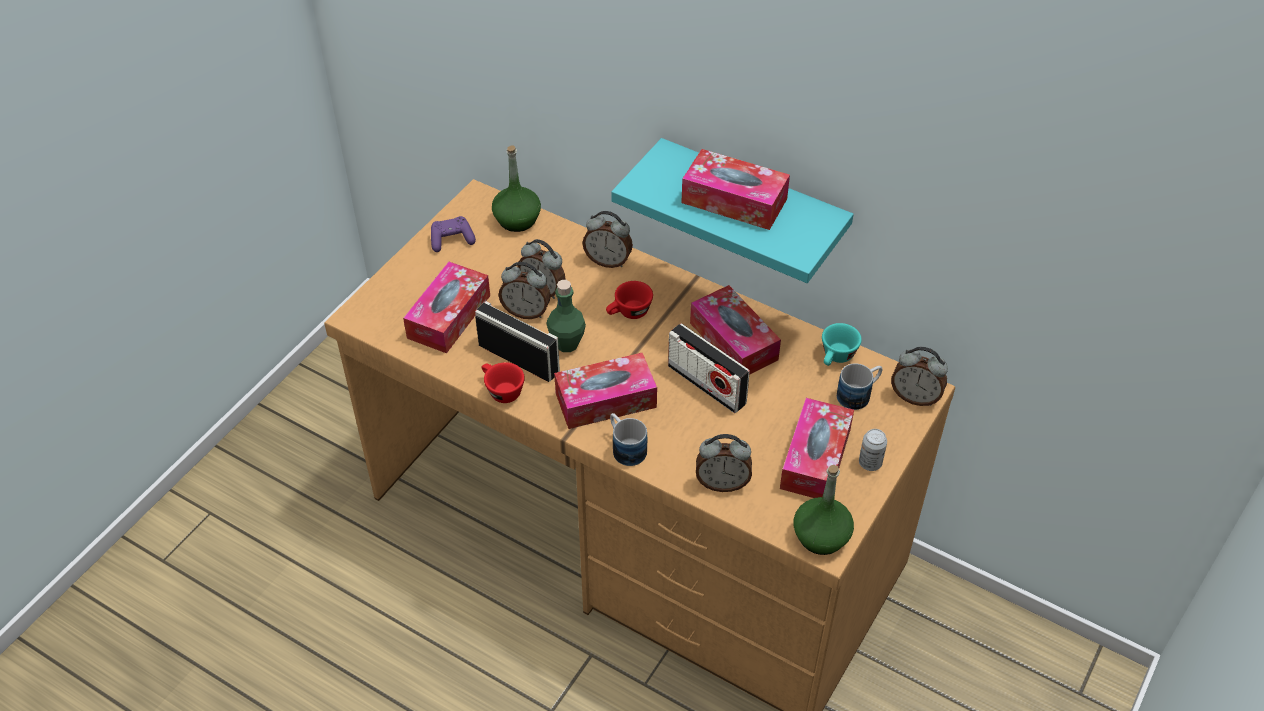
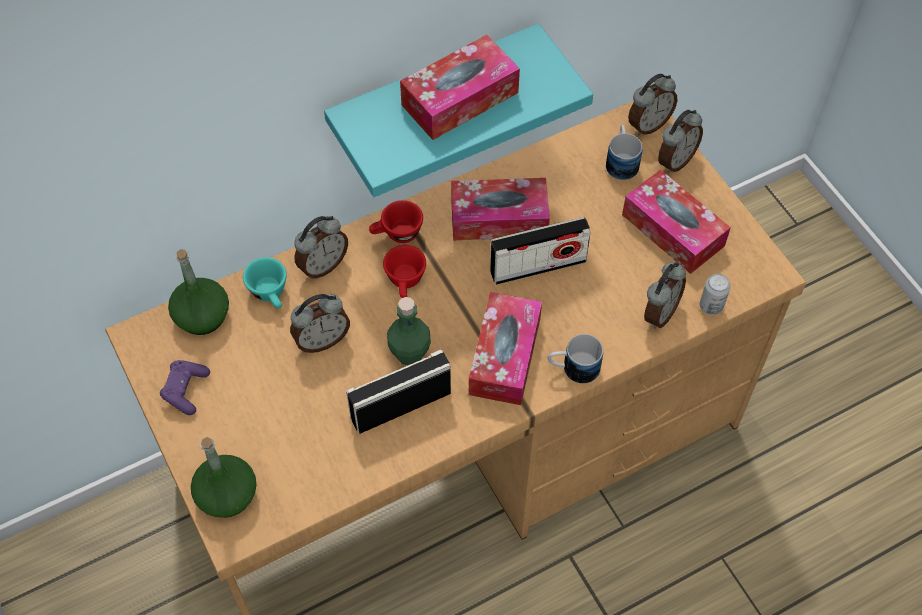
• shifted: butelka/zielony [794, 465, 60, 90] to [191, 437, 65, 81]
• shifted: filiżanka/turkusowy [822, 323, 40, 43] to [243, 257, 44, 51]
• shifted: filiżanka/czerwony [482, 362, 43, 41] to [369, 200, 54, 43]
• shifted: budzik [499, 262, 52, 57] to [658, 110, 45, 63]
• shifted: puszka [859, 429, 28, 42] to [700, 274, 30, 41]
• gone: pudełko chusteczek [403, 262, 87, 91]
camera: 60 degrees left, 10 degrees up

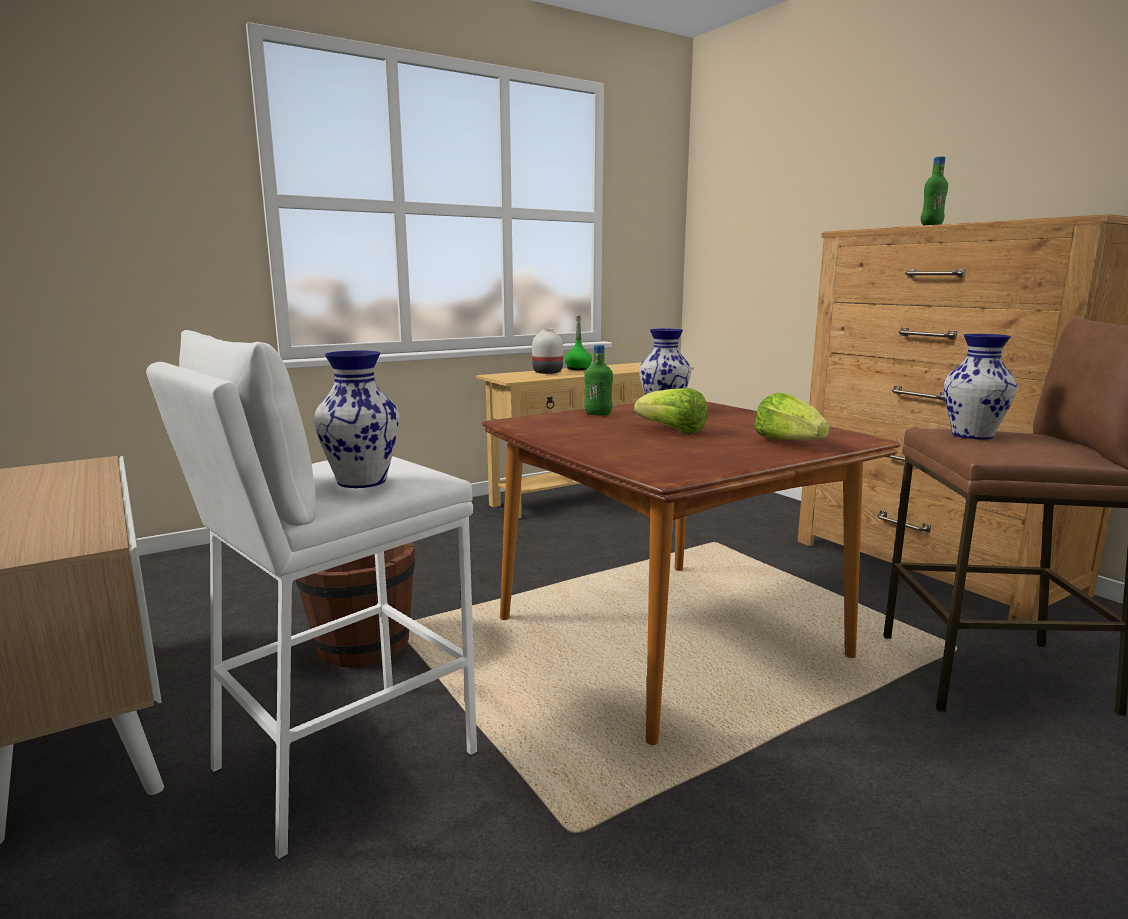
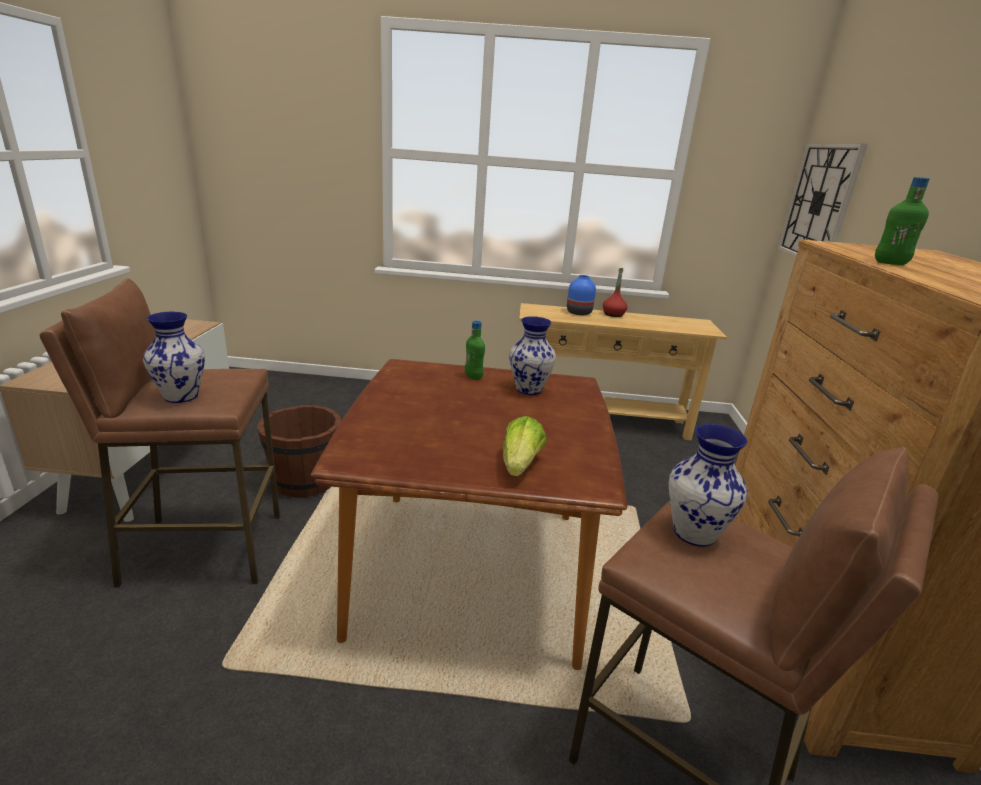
• repainted: stołek/biały [146, 330, 331, 530] to stołek/brązowy [40, 278, 240, 309]
• repainted: wazon/biały [532, 328, 31, 46] to wazon/niebieski [567, 275, 29, 40]
• repainted: butelka/zielony [565, 316, 27, 54] to butelka/czerwony [603, 268, 24, 49]
• new: zegar ścienny [778, 143, 90, 114]
• gone: sałata [634, 388, 74, 45]
camera: 35 degrees right, 10 degrees up

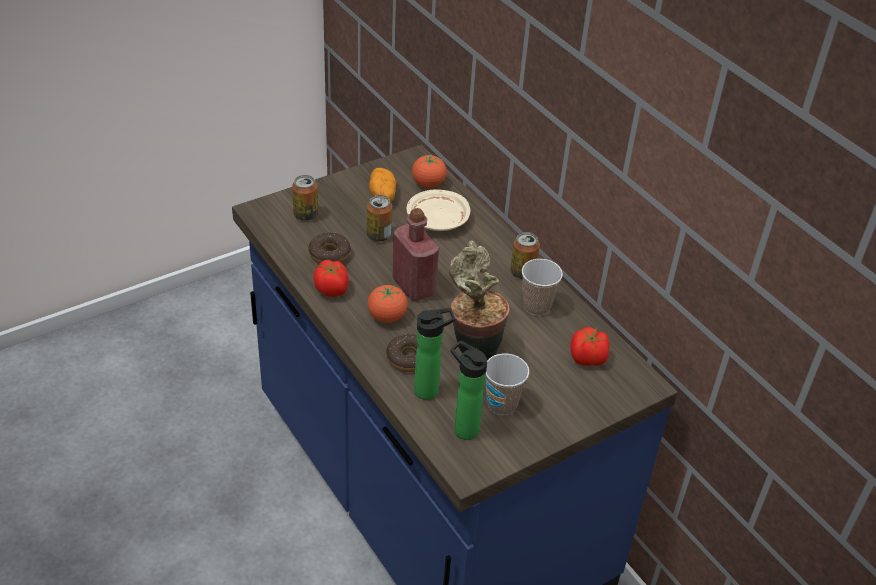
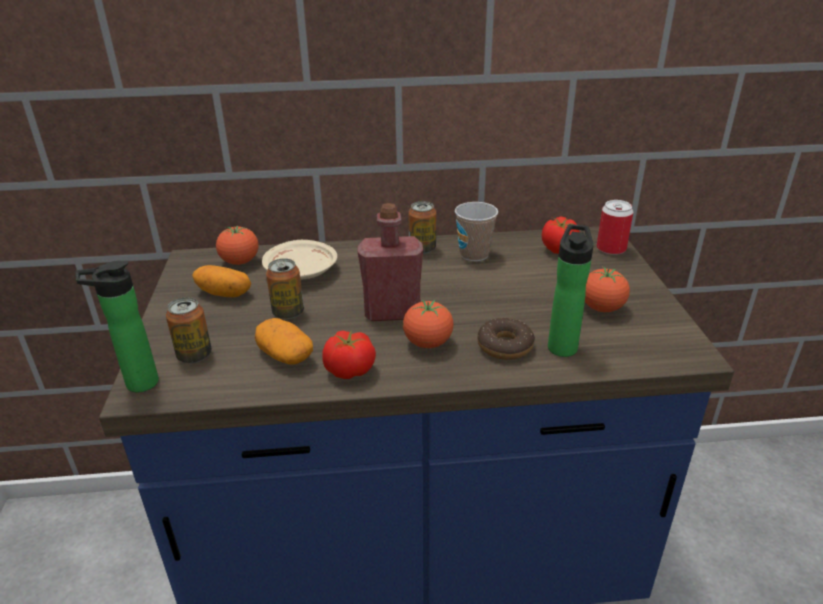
• shifted: butelka [450, 341, 37, 99] to [75, 261, 84, 131]
• swapped: donut [308, 233, 43, 31] to ziemniak [255, 318, 58, 47]
• swapped: filiżanka [485, 353, 44, 62] to pomidor [585, 267, 45, 45]
• new: puszka [597, 200, 36, 55]
• gone: roślina doniczkowa [449, 240, 61, 120]
camera: 60 degrees left, 10 degrees down

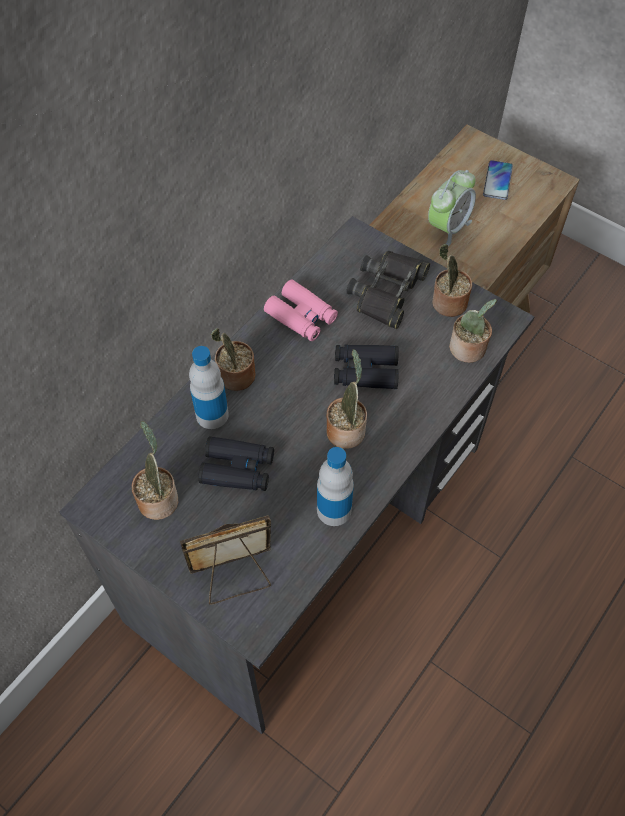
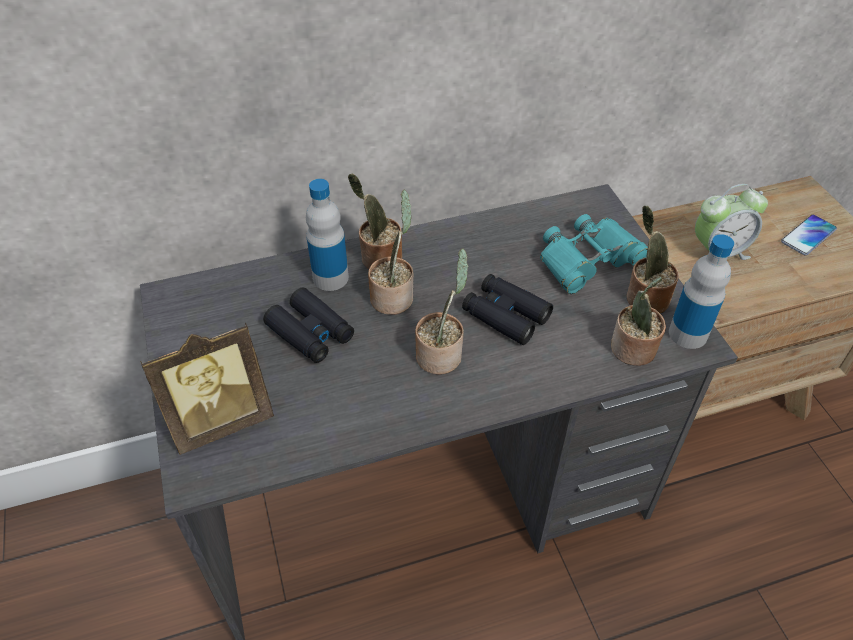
• rotated: ramka na zdjęcie [180, 515, 91, 90] = [140, 323, 134, 132] 135 degrees clockwise
• shifted: roślina doniczkowa [132, 421, 47, 99] to [368, 190, 45, 125]
• repainted: lornetka/czarny [346, 251, 84, 78] to lornetka/turkusowy [540, 214, 108, 80]
• shifted: butelka [317, 447, 37, 79] to [669, 234, 65, 115]
• gone: lornetka/różowy [264, 280, 74, 61]
camera: 35 degrees right, 10 degrees down

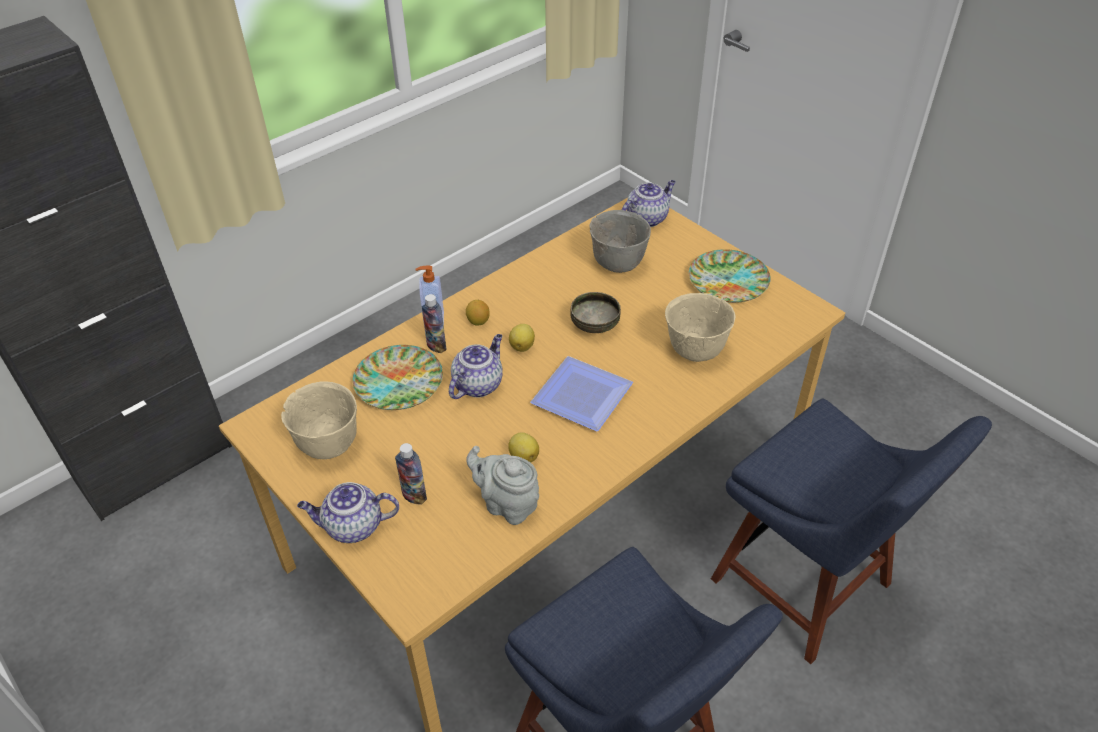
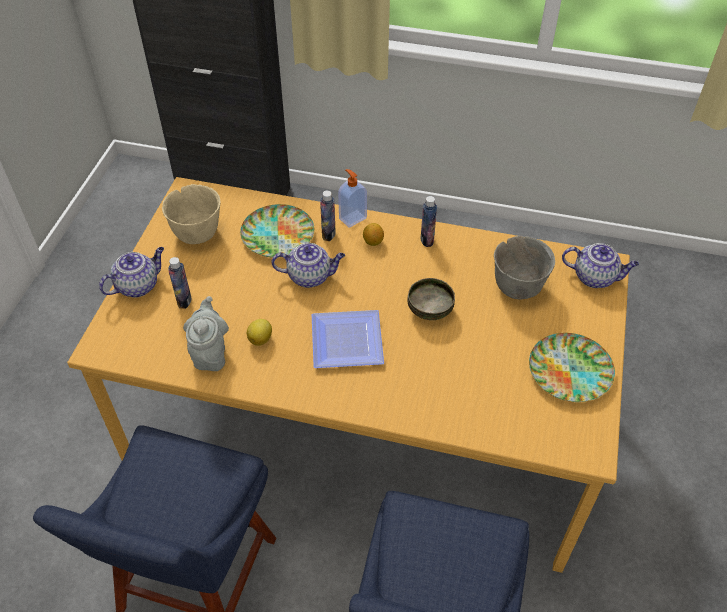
• rotated: imbryk [297, 482, 102, 61] = [99, 247, 65, 51] 90 degrees clockwise
• new: butelka [421, 196, 16, 51]
• gone: cytryna [509, 324, 26, 28]
• gone: miska/beżowy [665, 293, 71, 69]
camera: 55 degrees right, 5 degrees up

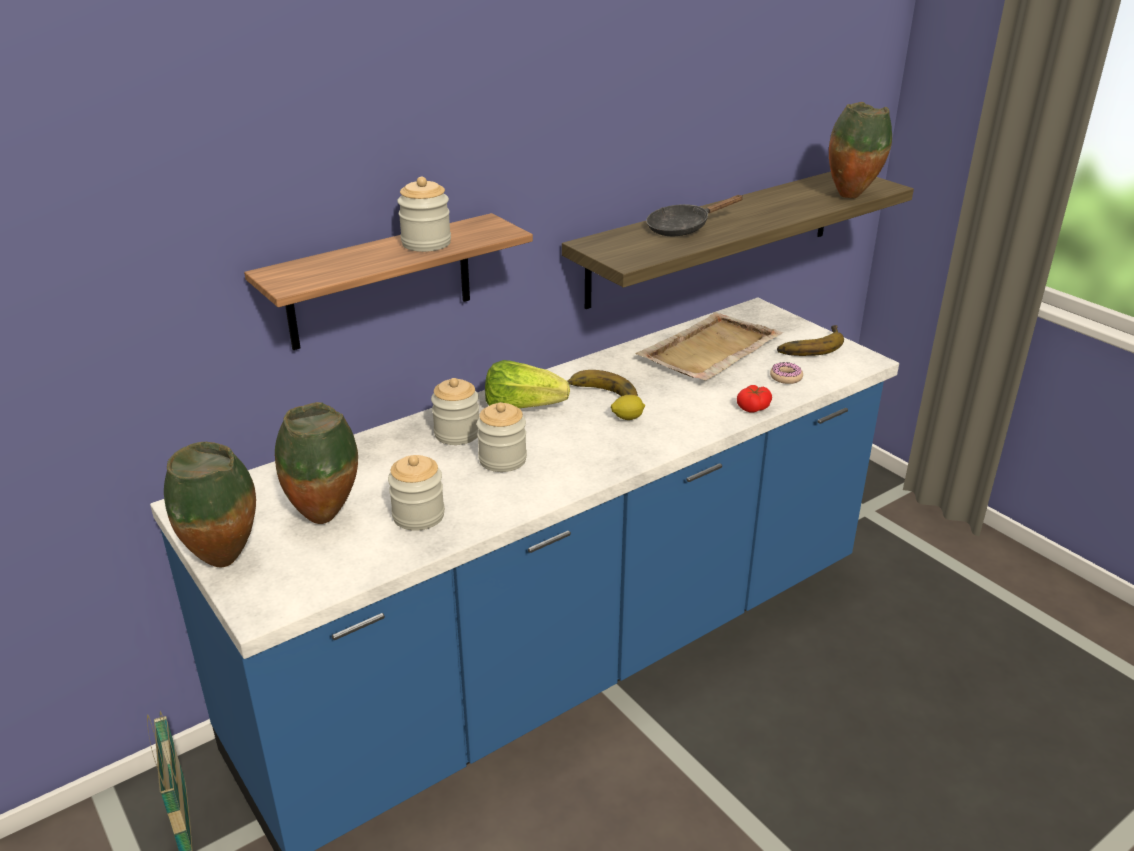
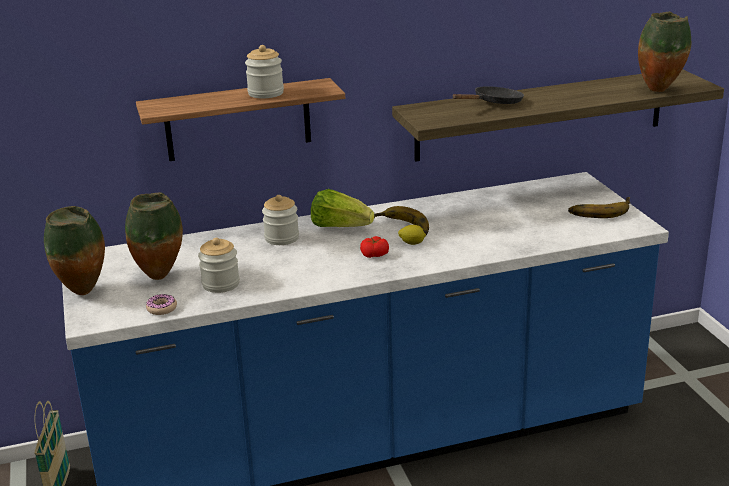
• shifted: donut [770, 362, 33, 22] to [146, 294, 31, 21]
• shifted: pomidor [737, 385, 35, 27] to [360, 236, 29, 22]
• rotated: patelnia/czarny [646, 195, 97, 41] = [452, 86, 72, 18] 150 degrees clockwise
• gone: słoik [477, 402, 50, 70]
• gone: taca/beżowy [635, 312, 148, 69]
camera: 20 degrees right, 5 degrees down

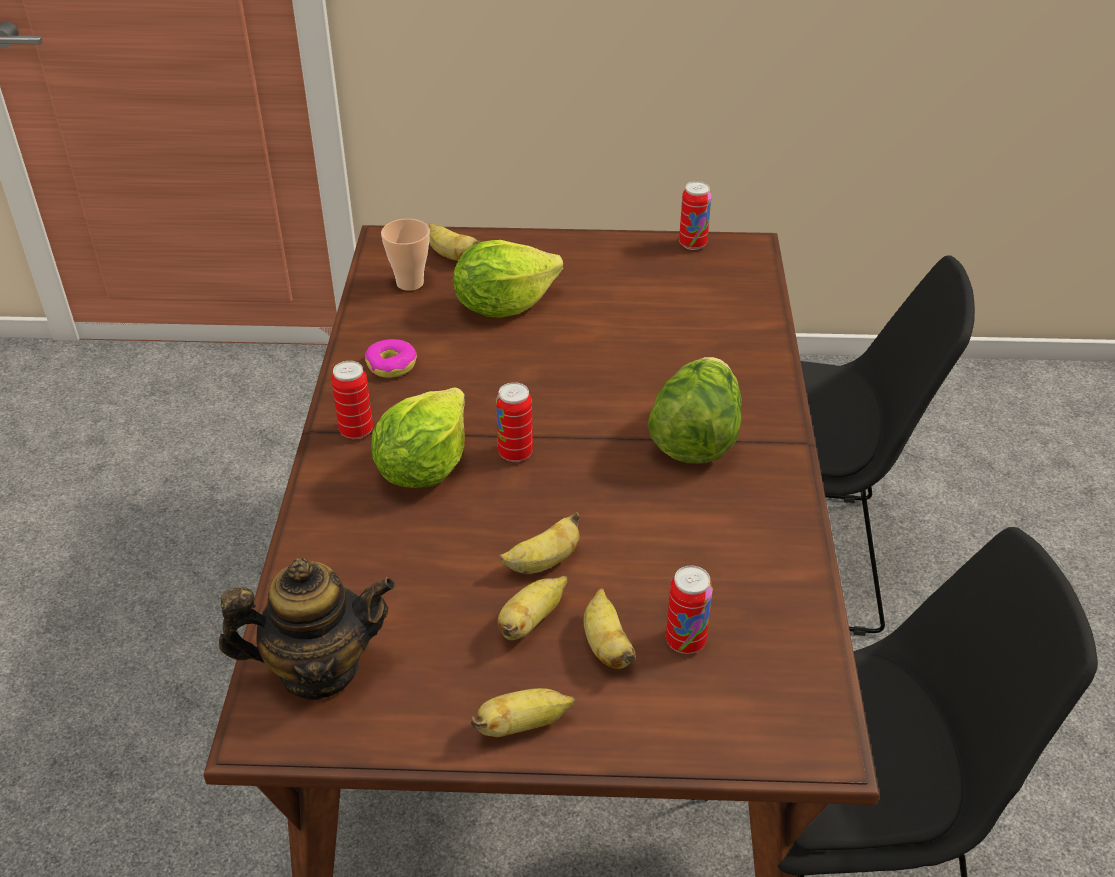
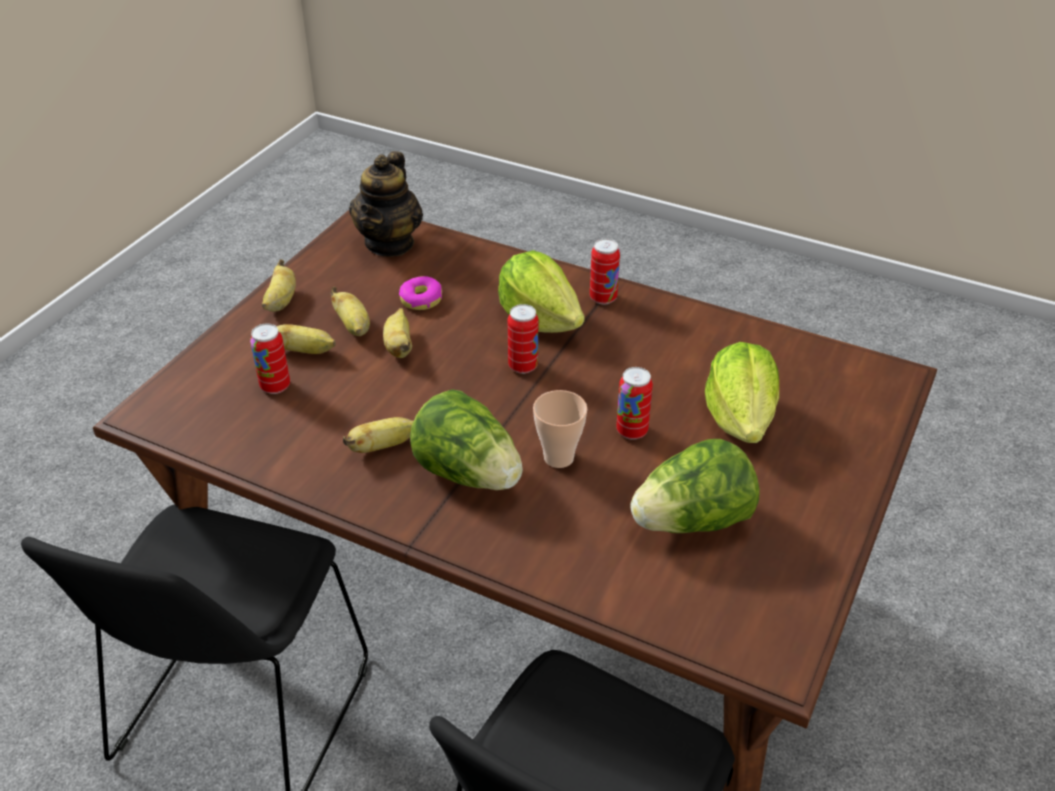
• shifted: banan [429, 223, 52, 38] to [343, 417, 71, 36]
• shifted: donut [365, 339, 52, 39] to [399, 276, 43, 34]
• shifted: filiżanka [381, 219, 49, 72] to [533, 390, 54, 78]
• shifted: puszka [679, 181, 32, 69] to [616, 367, 37, 73]
• new: sałata [630, 439, 130, 94]
camera: 115 degrees right, 0 degrees up

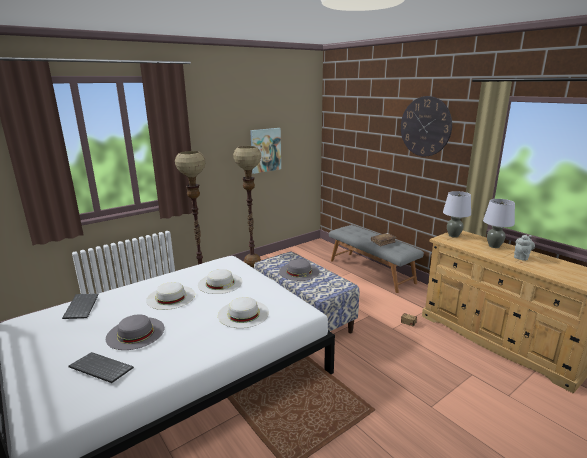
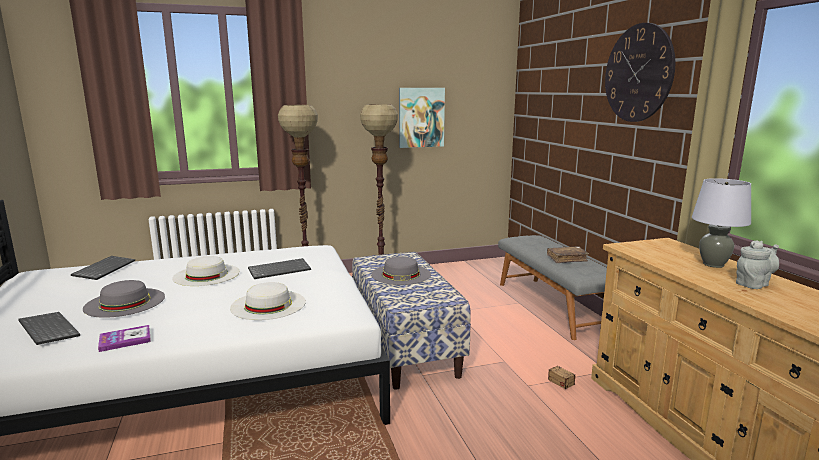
• new: książka [98, 325, 53, 27]
• swapped: kapelusz/biały [198, 269, 44, 25] to klawiatura [248, 258, 63, 21]
• gone: lampa stołowa/szary [443, 191, 28, 47]
camera: 20 degrees right, 5 degrees down

